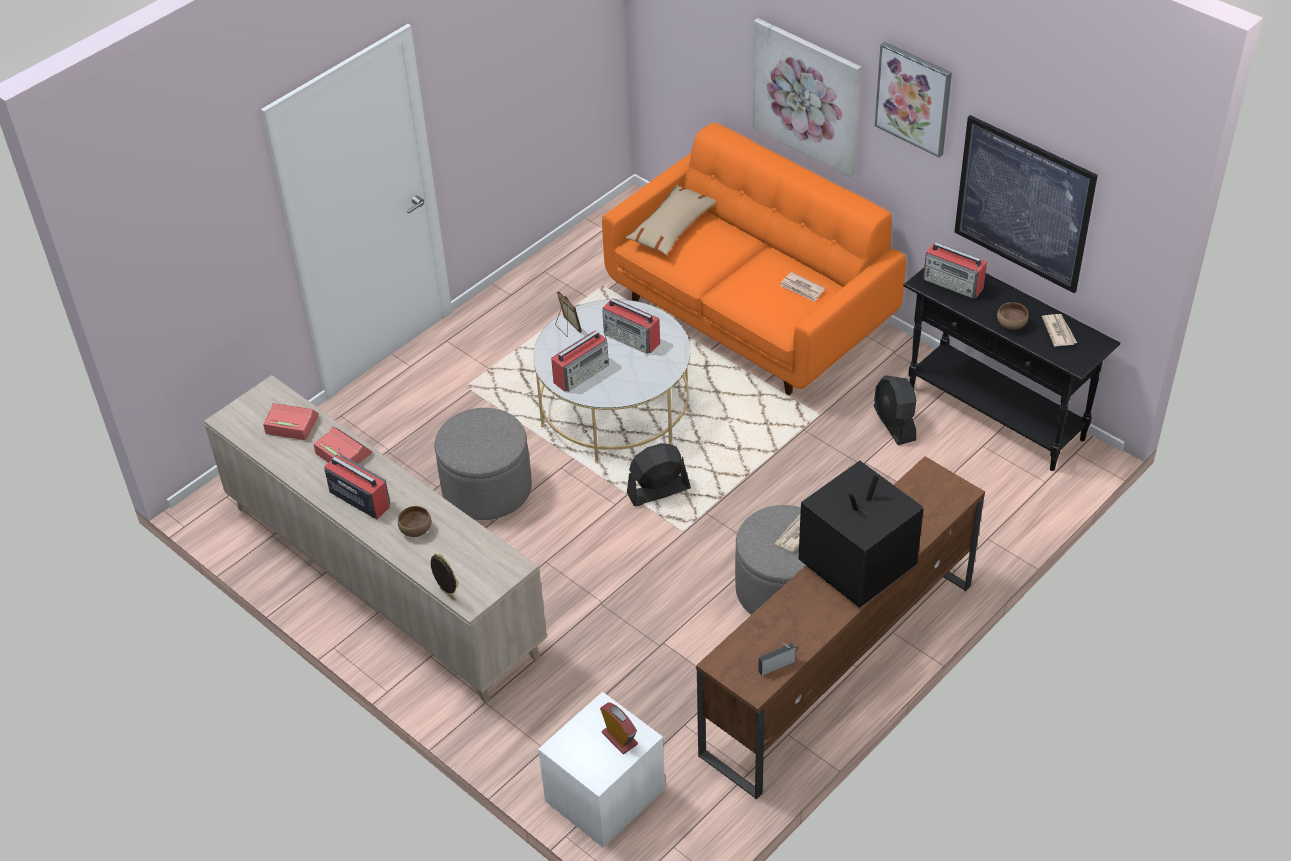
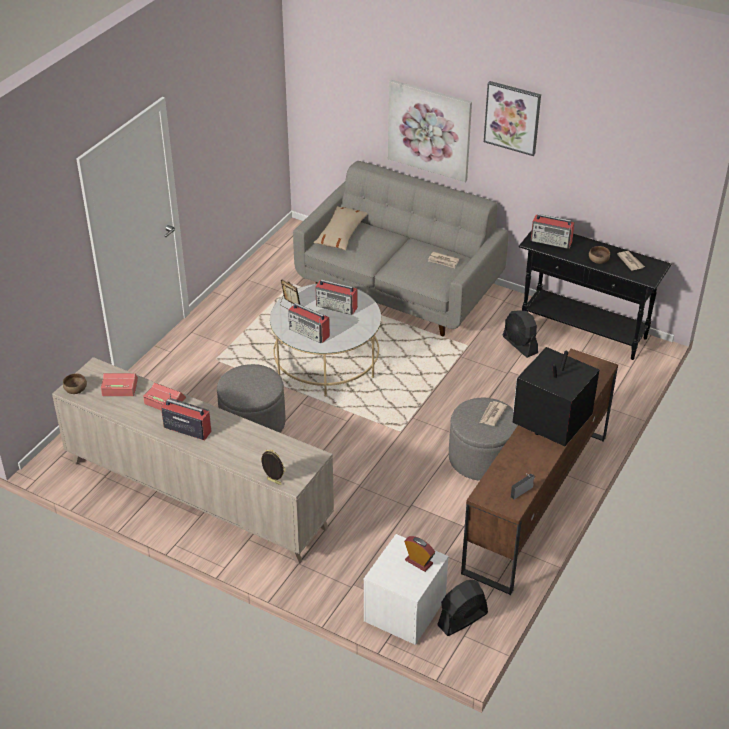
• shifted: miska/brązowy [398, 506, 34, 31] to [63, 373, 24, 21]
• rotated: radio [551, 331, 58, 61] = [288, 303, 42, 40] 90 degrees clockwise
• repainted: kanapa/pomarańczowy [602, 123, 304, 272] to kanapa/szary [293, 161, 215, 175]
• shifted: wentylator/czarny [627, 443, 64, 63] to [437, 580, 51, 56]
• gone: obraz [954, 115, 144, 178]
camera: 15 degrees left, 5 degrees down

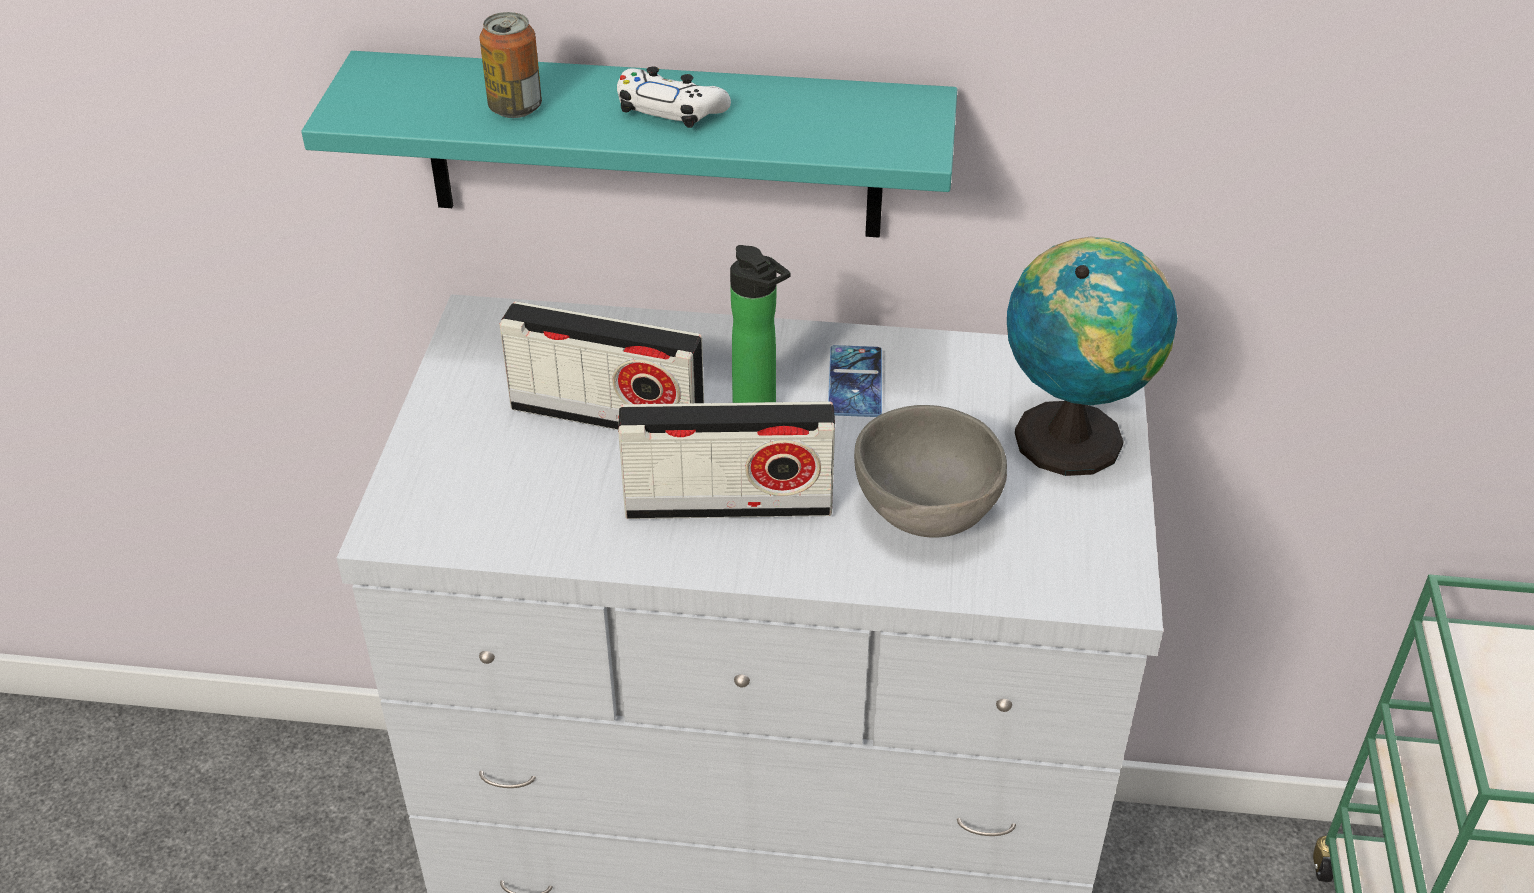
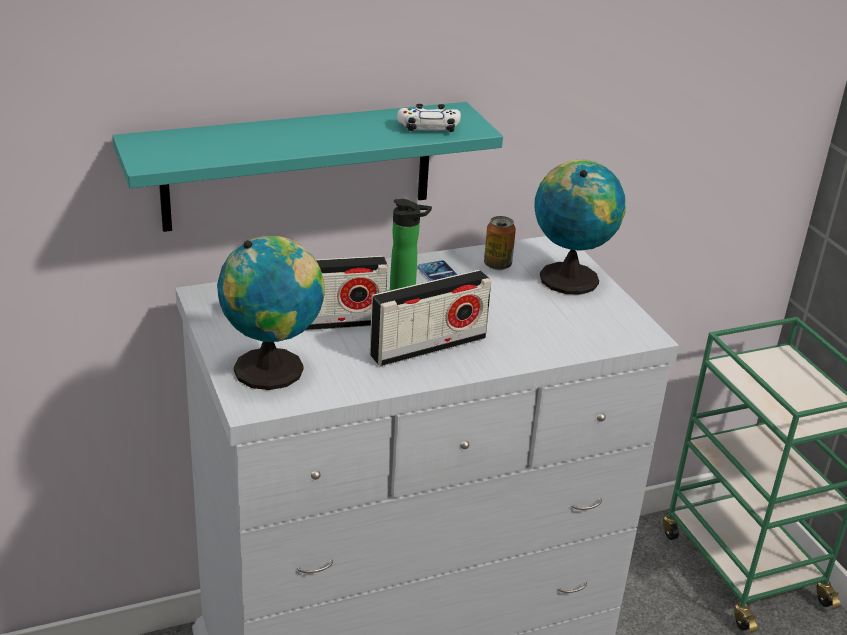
• new: globus [217, 236, 108, 154]
• shifted: pad do gier/biały [617, 66, 114, 62] to [397, 104, 64, 28]
• shifted: puszka [480, 12, 62, 106] to [484, 216, 32, 54]
• gone: miska/szary [854, 405, 153, 133]
camera: 30 degrees left, 10 degrees down

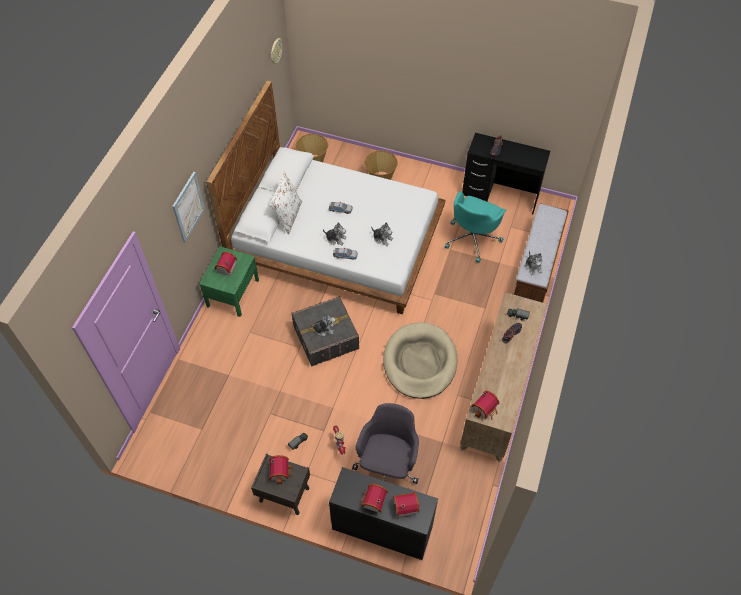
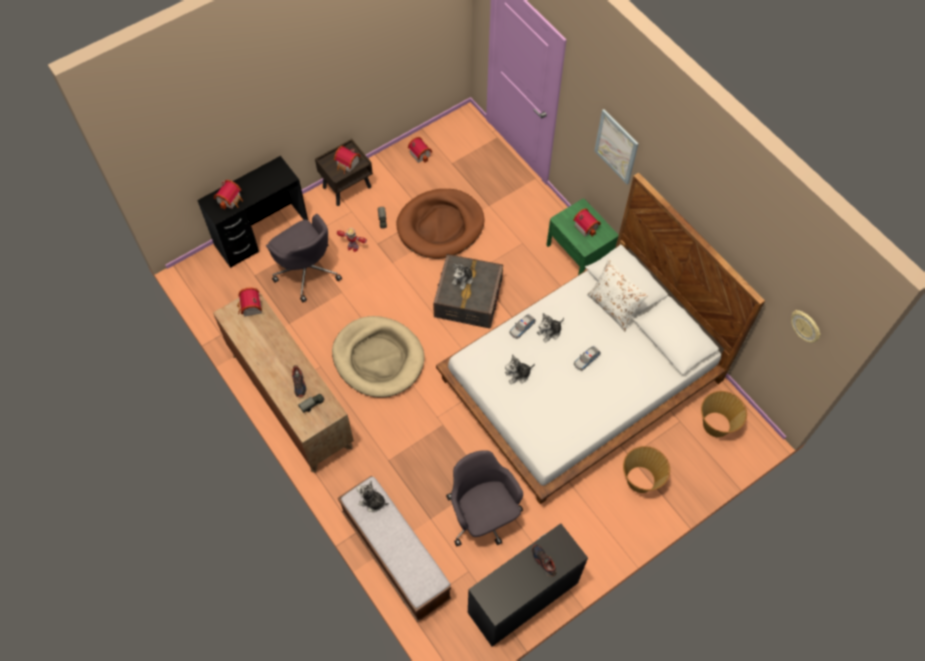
• new: legowisko/brązowy [396, 189, 89, 70]
• shifted: domek [360, 484, 28, 29] to [408, 137, 24, 26]
• repainted: krzesło biurowe/turkusowy [445, 191, 61, 72] to krzesło biurowe/szary [446, 450, 77, 96]
camera: 125 degrees right, 5 degrees up

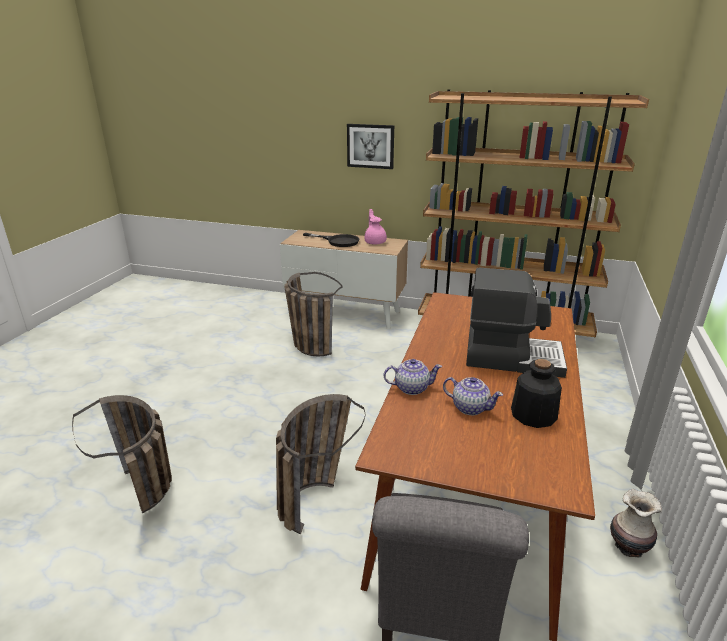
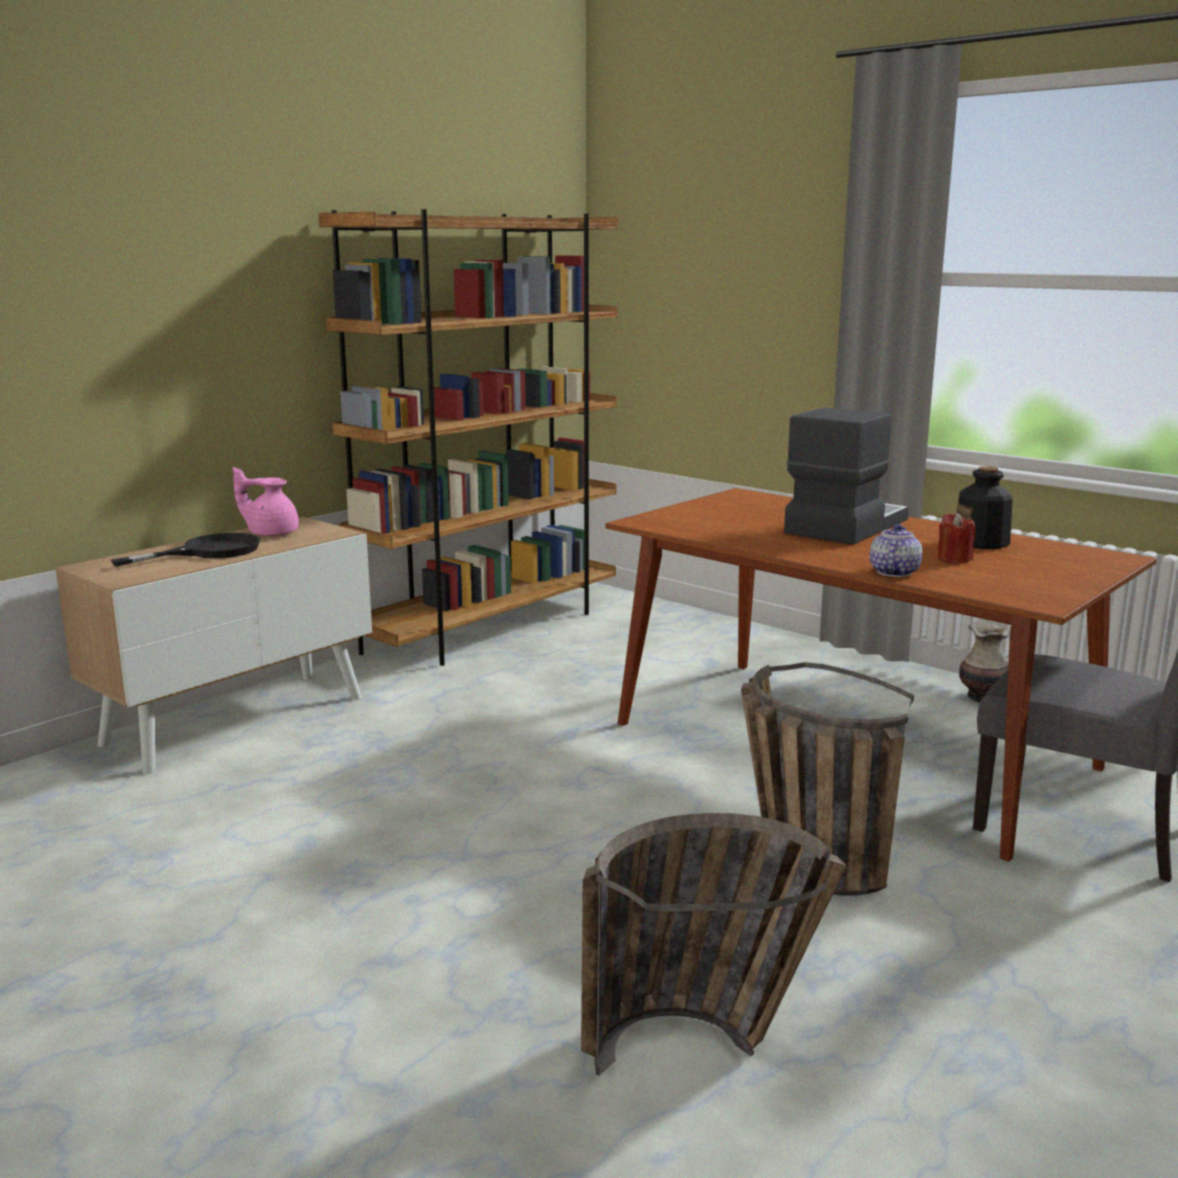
• swapped: imbryk [443, 377, 60, 38] to świeca/czerwony [938, 513, 38, 51]
• gone: koszyk [284, 272, 59, 84]
• gone: obraz [347, 124, 47, 45]
camera: 65 degrees left, 10 degrees down

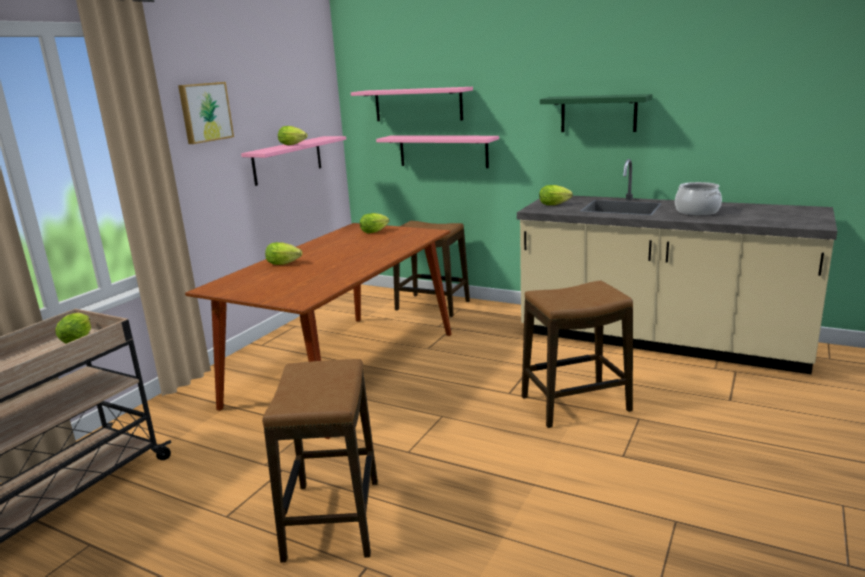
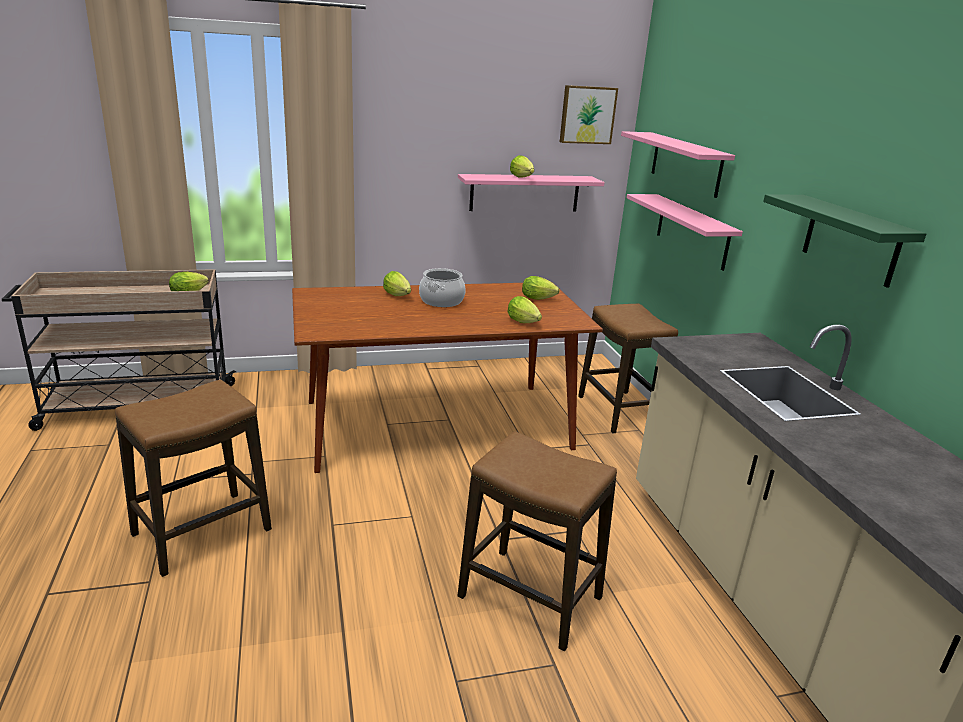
• shifted: garnek [675, 182, 47, 34] to [419, 268, 47, 39]
• shifted: sałata [539, 185, 34, 20] to [507, 296, 35, 27]
• shifted: obraz [178, 82, 56, 62] to [560, 85, 58, 59]
camera: 45 degrees right, 5 degrees up

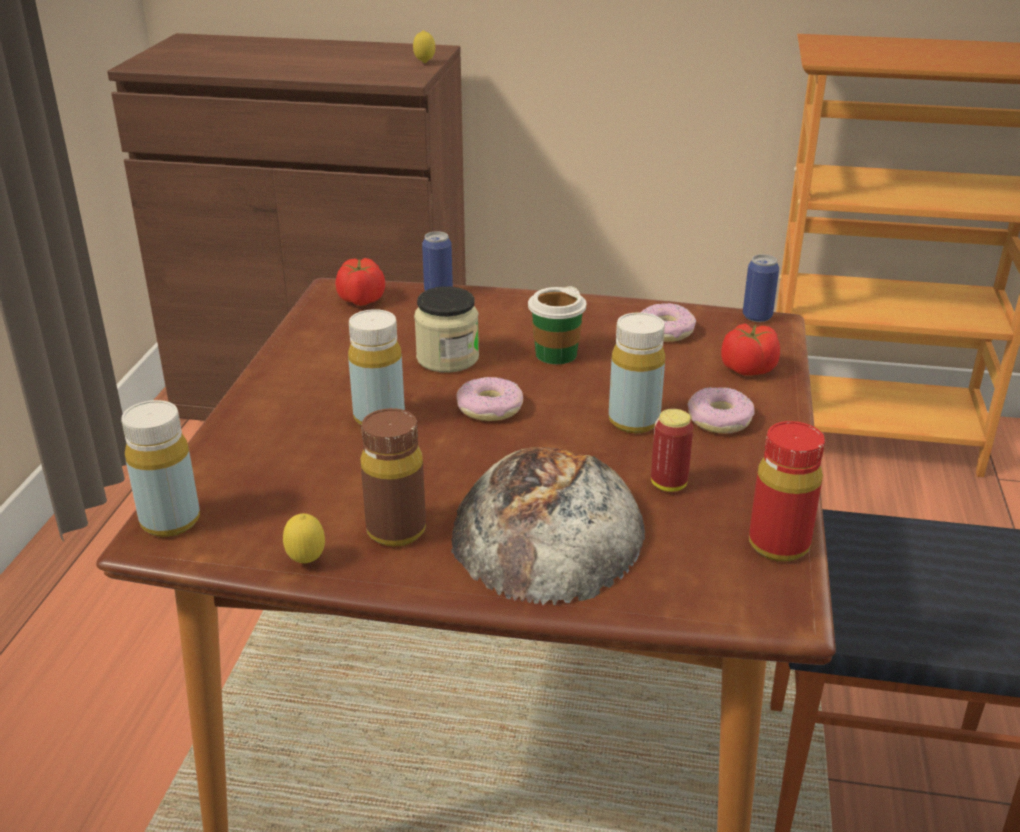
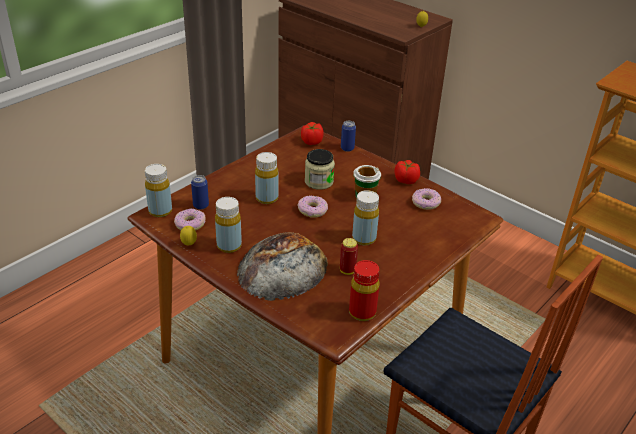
• shifted: donut [688, 387, 67, 47] to [174, 209, 31, 22]
• shifted: puszka [743, 254, 36, 68] to [191, 175, 18, 35]
• repainted: butelka/brązowy [360, 408, 66, 139] to butelka/żółty [215, 197, 27, 56]
• shifted: pomidor [721, 323, 59, 53] to [394, 160, 26, 24]
camera: 30 degrees right, 5 degrees up

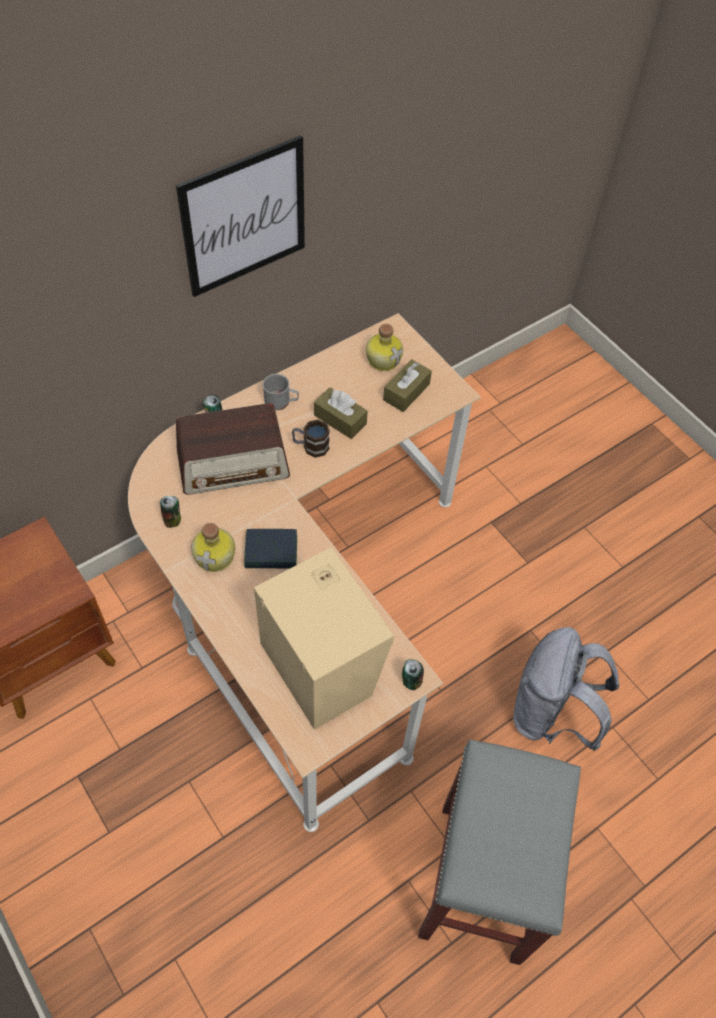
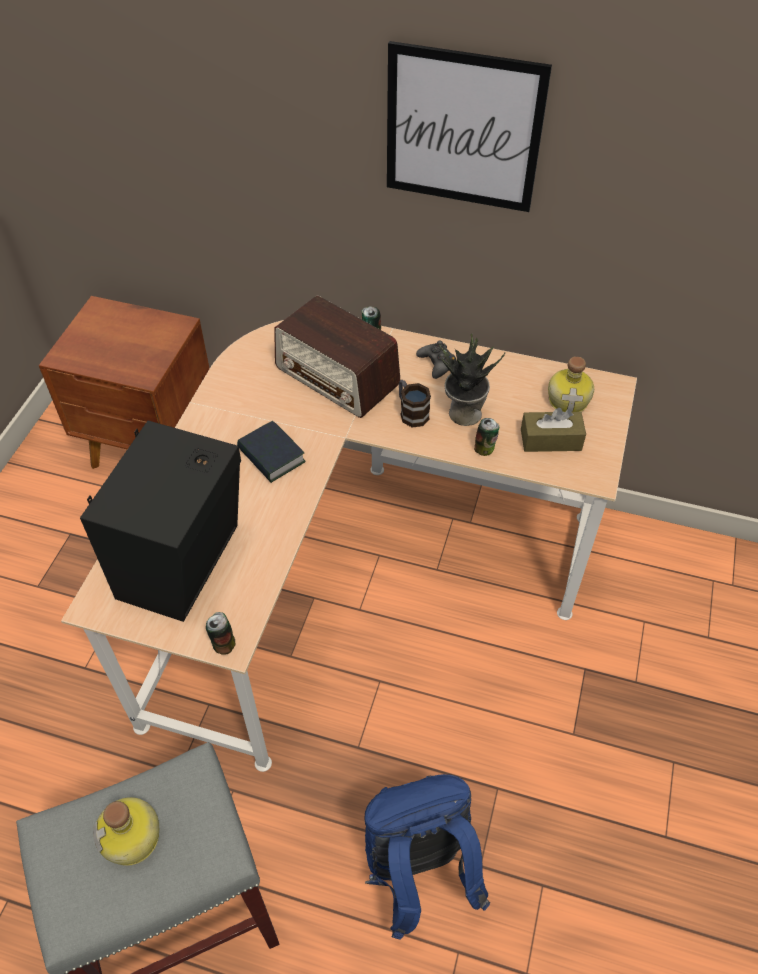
• repainted: głośnik/beżowy [254, 547, 140, 182] to głośnik/czarny [80, 421, 161, 201]
• shifted: butelka [191, 523, 44, 49] to [93, 797, 66, 69]
• repainted: plecak/szary [513, 627, 106, 124] to plecak/niebieski [364, 774, 126, 166]
• swapped: kubek/szary [263, 374, 36, 36] to pad do gier/czarny [416, 341, 40, 38]
• swapped: pudełko chusteczek/brązowy [314, 387, 54, 52] to roślina doniczkowa [439, 333, 66, 93]
• shifted: puszka [160, 496, 21, 32] to [474, 418, 25, 38]
camera: 55 degrees right, 5 degrees down

